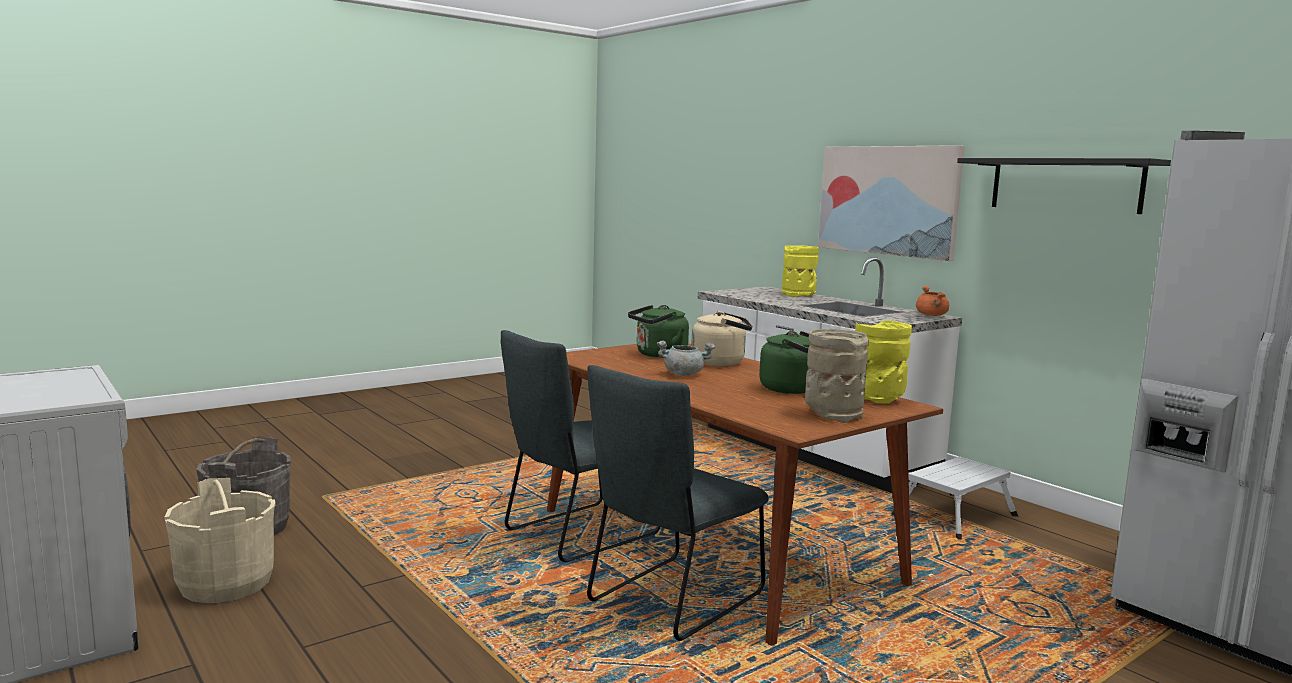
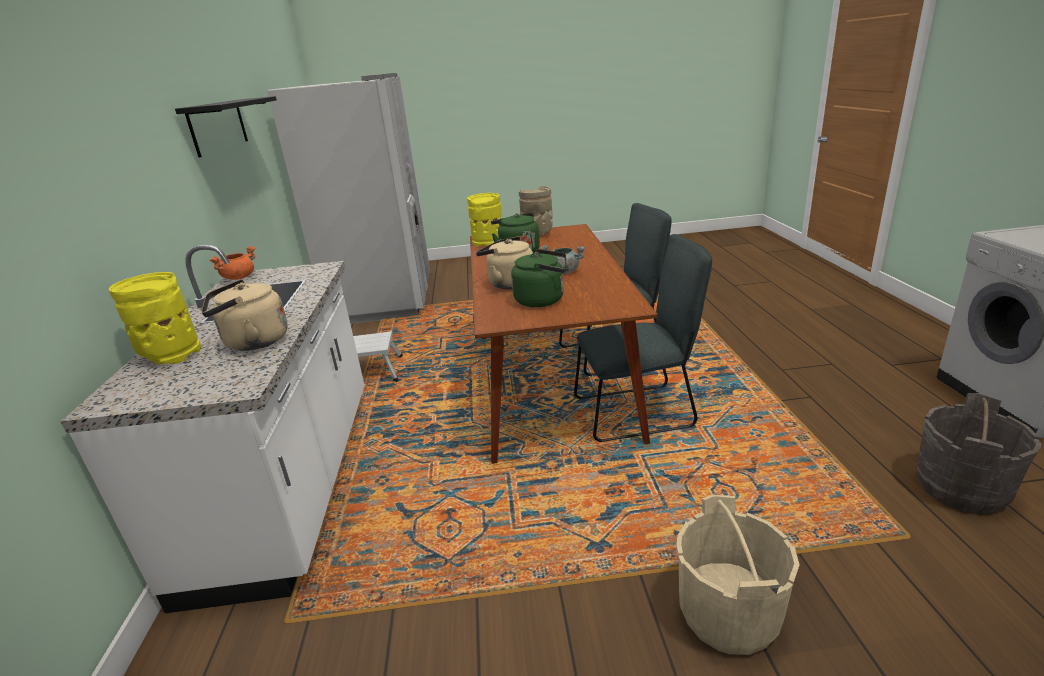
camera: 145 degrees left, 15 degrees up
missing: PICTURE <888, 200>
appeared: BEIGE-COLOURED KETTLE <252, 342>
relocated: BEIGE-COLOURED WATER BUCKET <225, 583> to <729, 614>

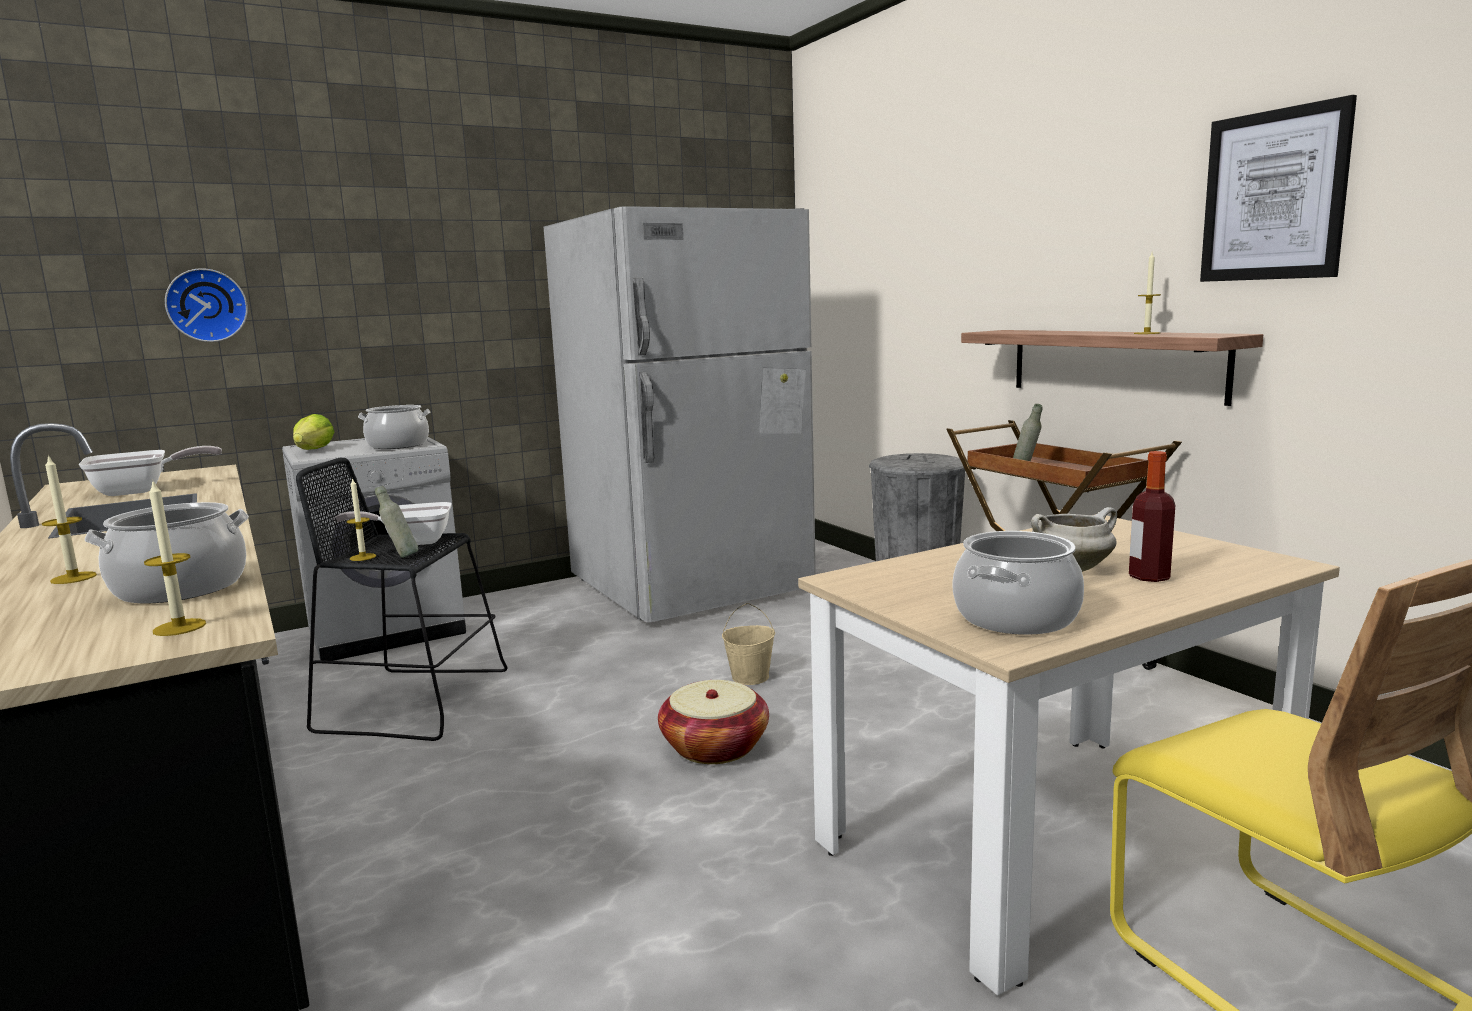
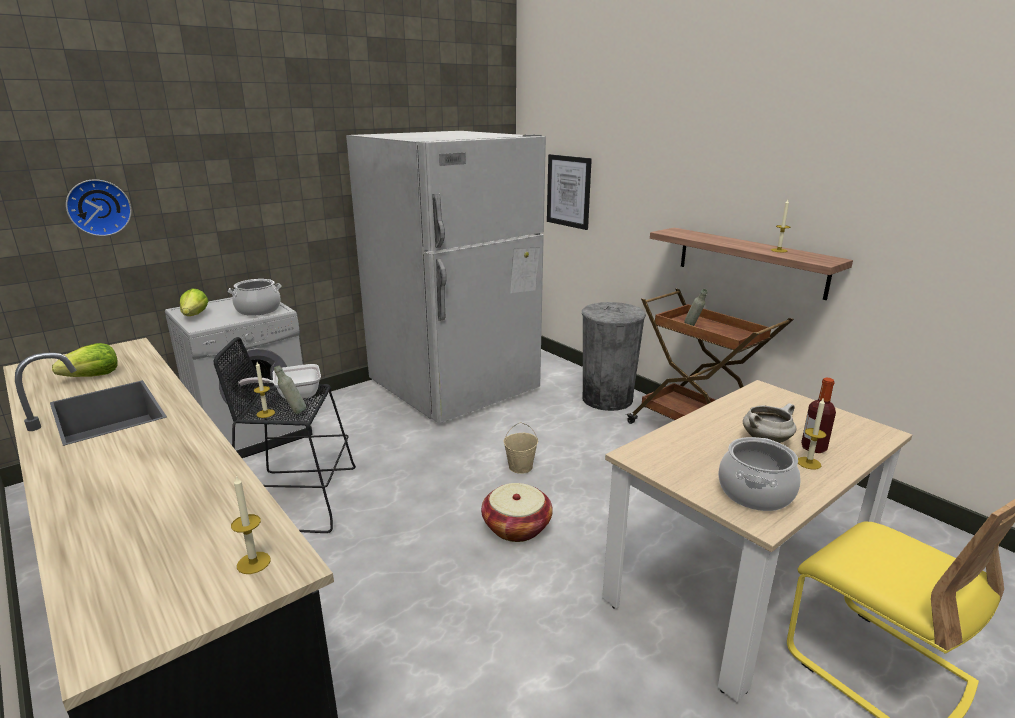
camera: 10 degrees left, 10 degrees up
missing: COOKING POT <181, 588>
relocated: CANDLE <73, 578> to <808, 463>; PICTURE <1274, 196> to <569, 191>
exchanged: FRYING PAN <141, 491> to LETTUCE <93, 376>

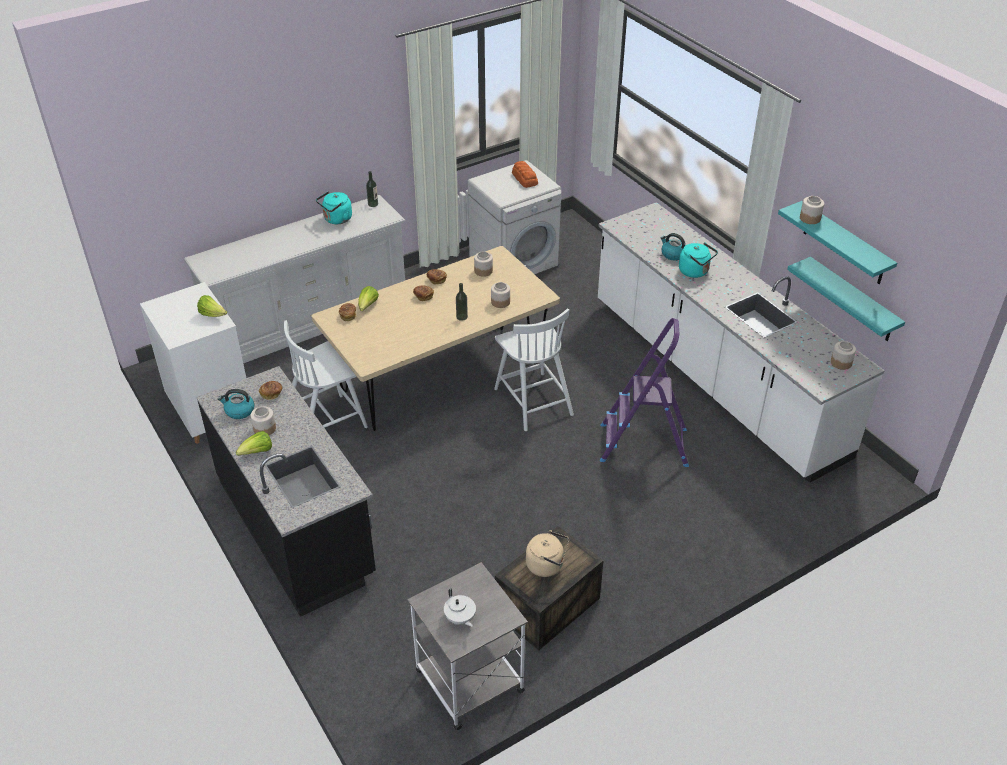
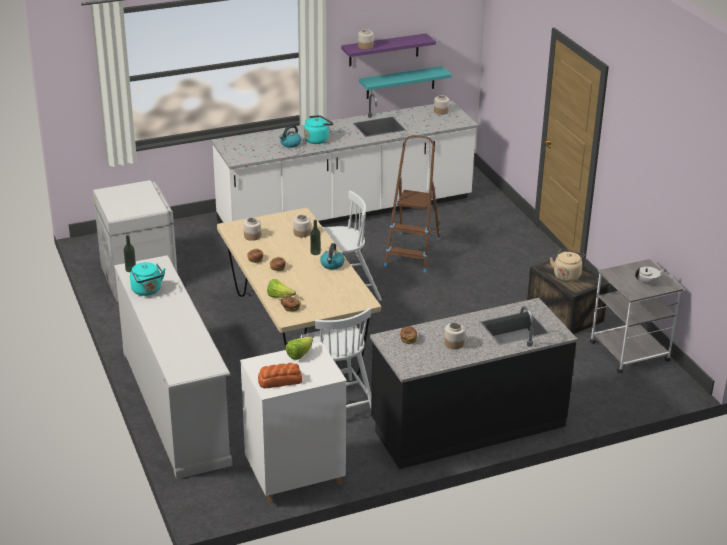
camera: 80 degrees left, 10 degrees down
missing: LETTUCE <257, 452>
relocated: KETTLE <239, 411> to <332, 265>; BAKED BREAD <524, 178> to <279, 380>
colour: PURPLE-COLOURED STEP STOOL <642, 445> to BROWN STEP STOOL <412, 252>; TURQUOISE-COLOURED WALL SHELF <844, 244> to PURPLE-COLOURED WALL SHELF <384, 50>

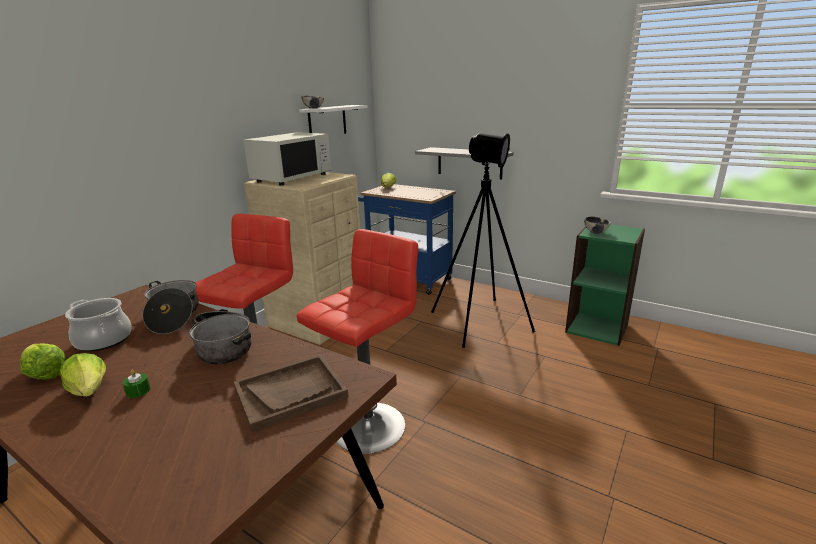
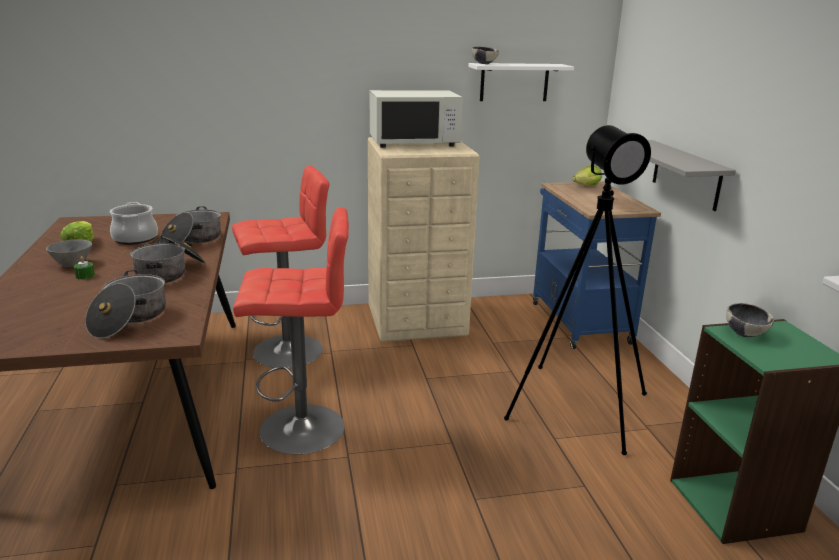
camera: 45 degrees right, 0 degrees up
exchanged: LETTUCE <89, 390> to GREYISH DEEP DISH <74, 263>; BROWN SERVING TRAY <291, 393> to COOKING POT <129, 318>

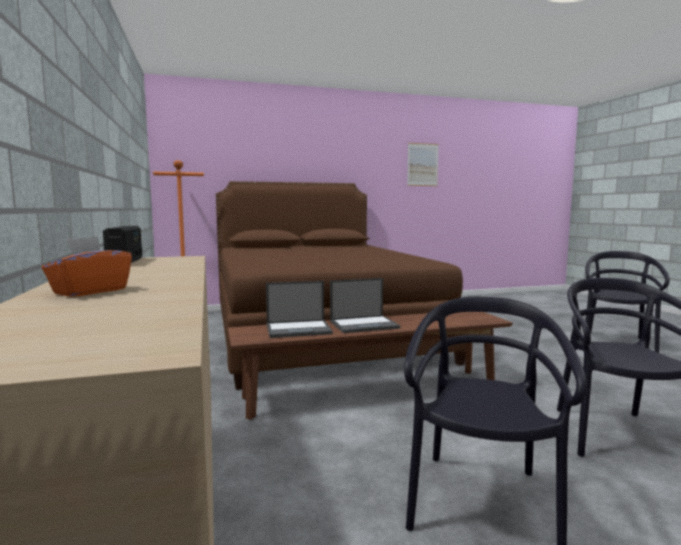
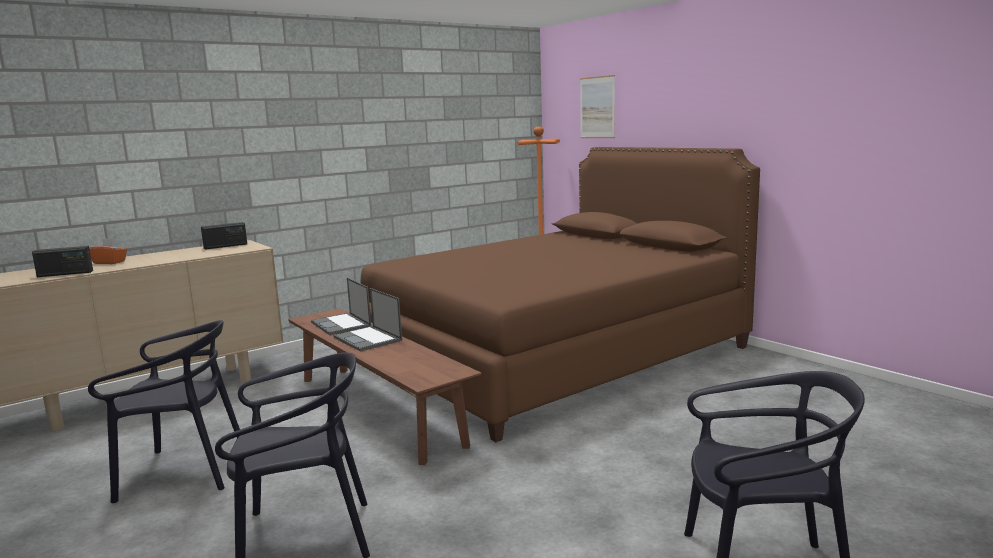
camera: 70 degrees right, 5 degrees up
appeared: RADIO SET <65, 274>
relocated: PICTURE <422, 164> to <597, 107>

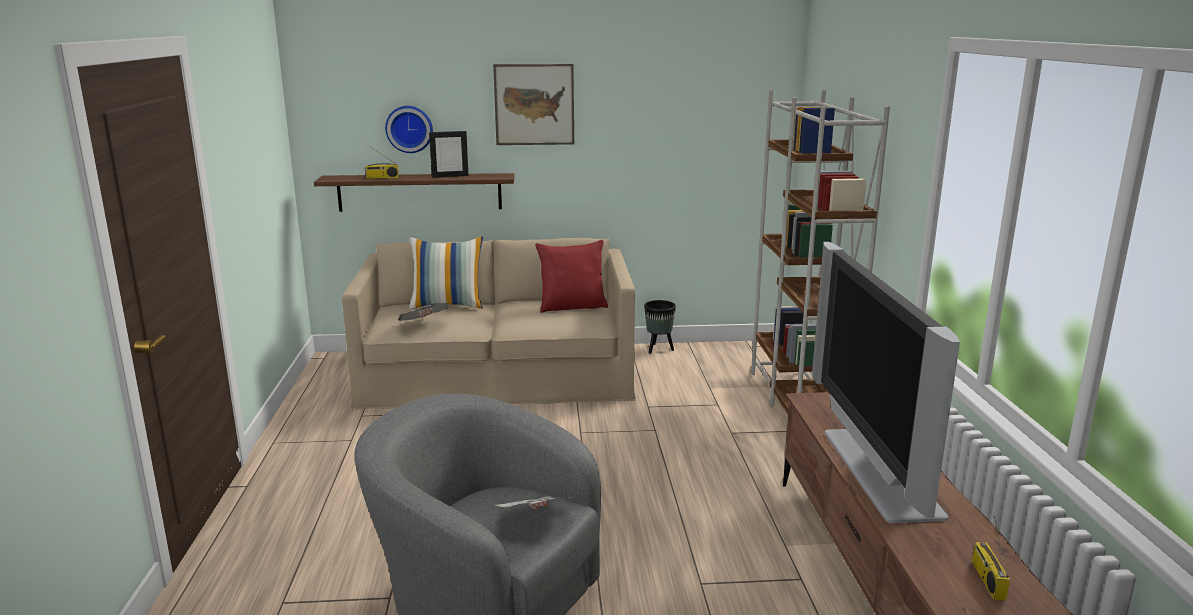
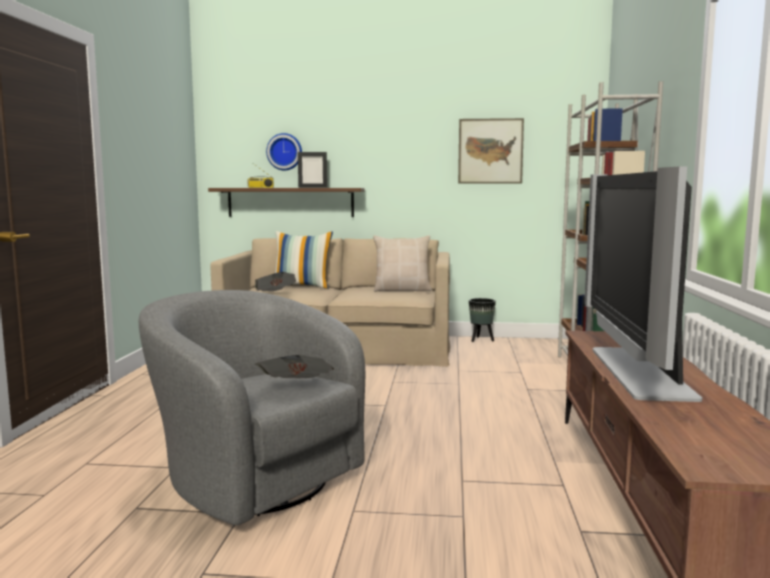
camera: 10 degrees right, 10 degrees down
missing: RADIO SET <986, 579>
relocated: PICTURE <534, 104> to <490, 151>
colour: REDDISH THROW PILLOW <572, 306> to BEIGE-COLOURED THROW PILLOW <402, 290>

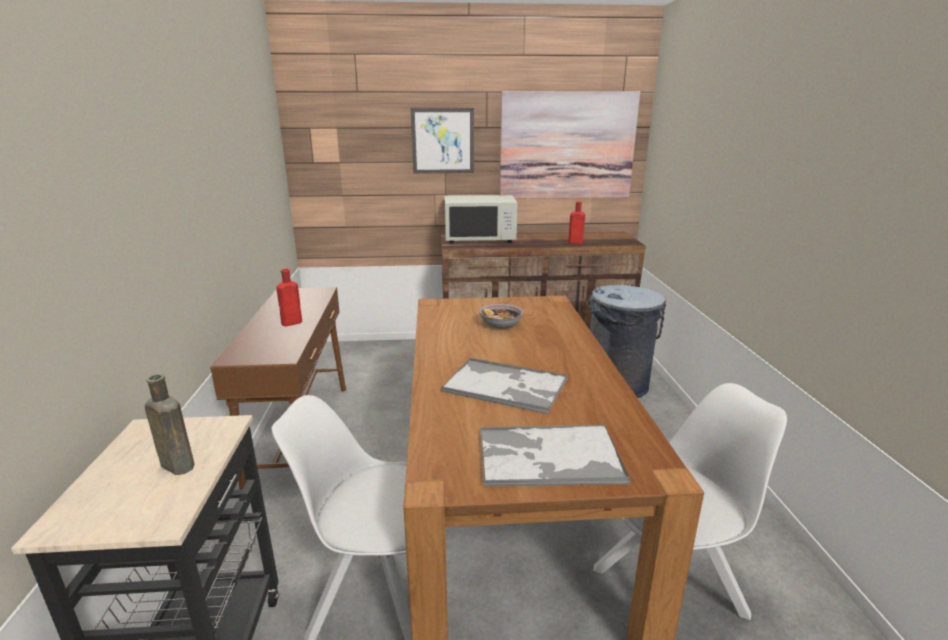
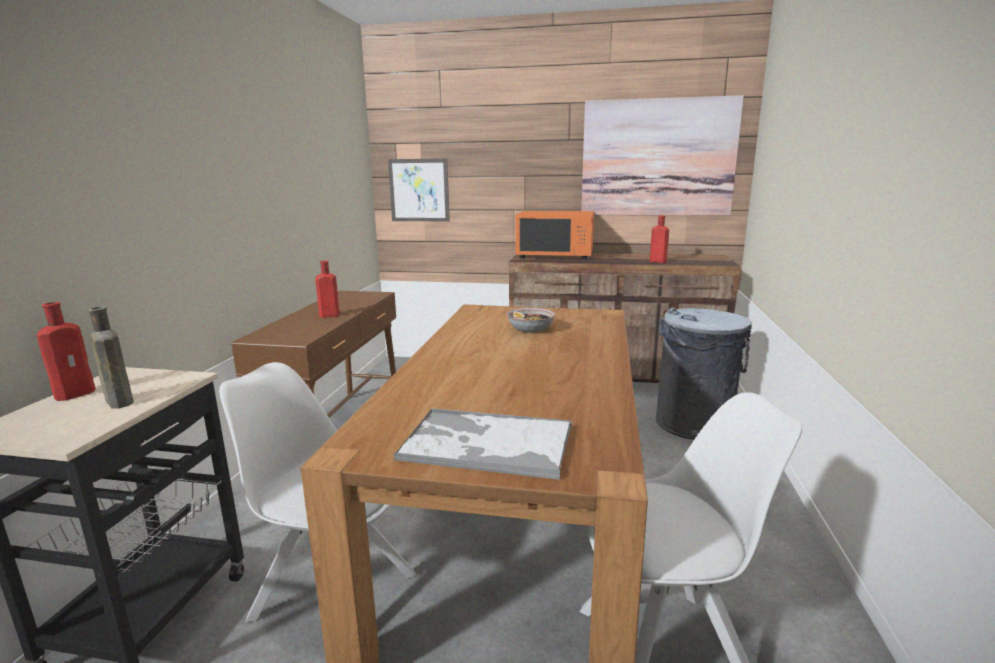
camera: 15 degrees right, 5 degrees down
missing: SERVING TRAY <506, 386>
appeared: REDDISH BOTTLE <78, 393>
relocated: PICTURE <442, 141> to <419, 190>
colour: WHITE-COLOURED MICROWAVE OVEN <480, 239> to ORANGE MICROWAVE OVEN <555, 255>

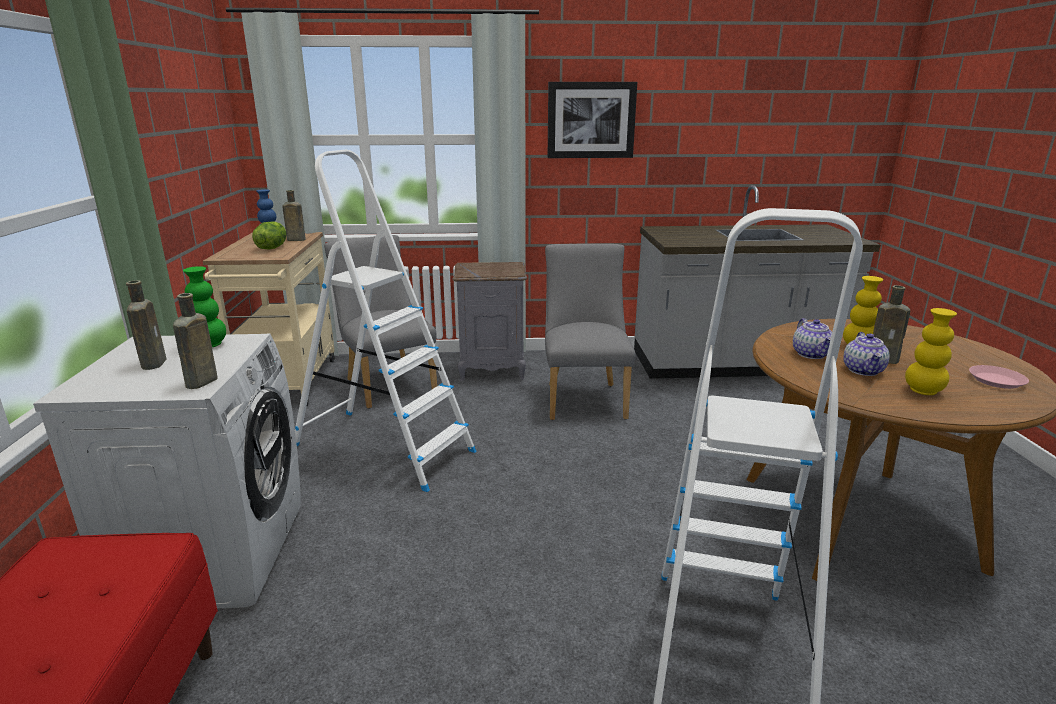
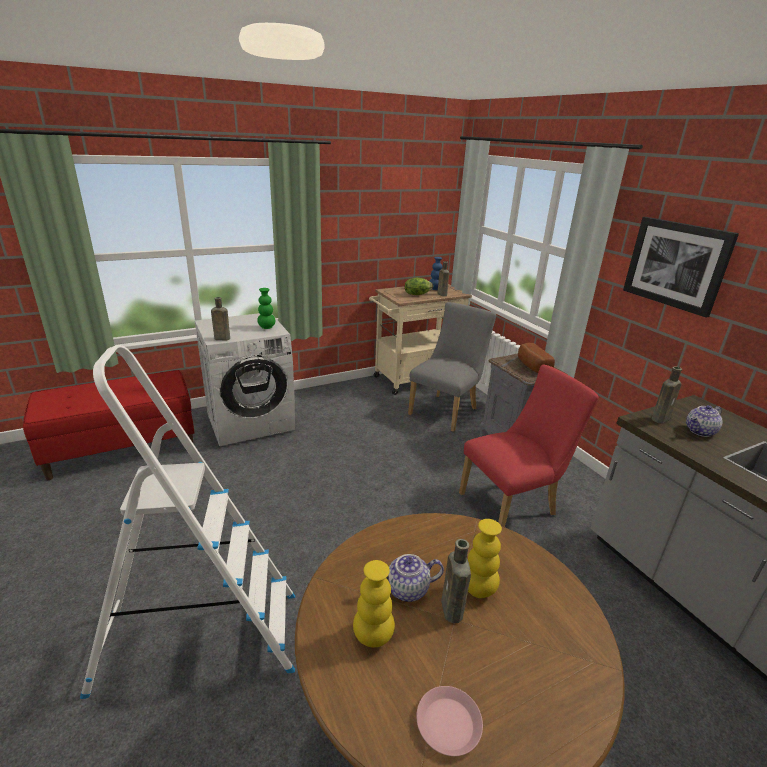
camera: 65 degrees right, 5 degrees up
missing: WHITE-COLOURED STEP STOOL <384, 448>
appeared: BAKED BREAD <531, 366>
relocated: BROWN BOTTLE <154, 363> to <661, 418>; POT FOR TEA <811, 354> to <700, 431>
colour: GREYISH UPRIGHT CHAIR <584, 398> to REDDISH UPRIGHT CHAIR <513, 503>

